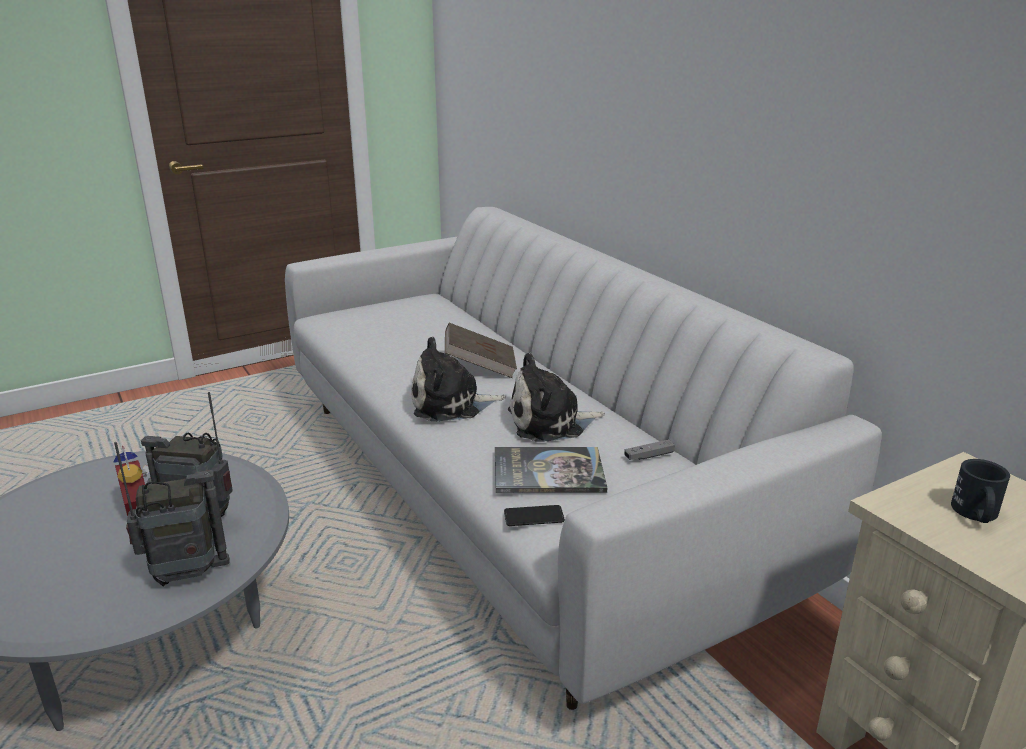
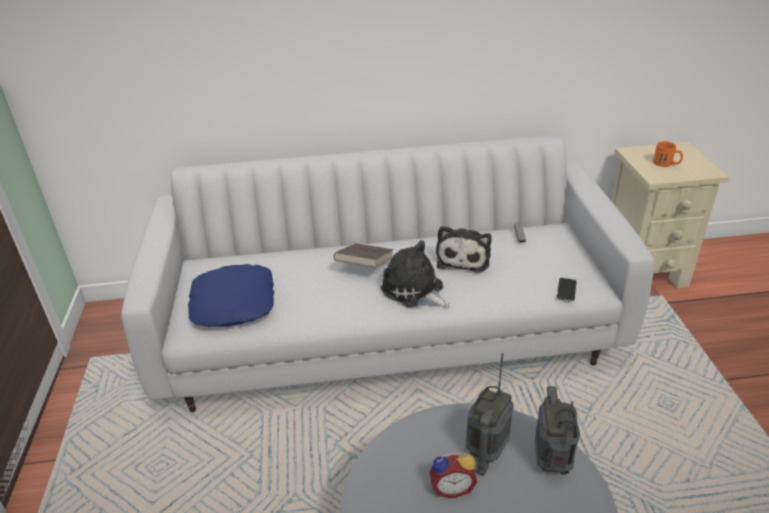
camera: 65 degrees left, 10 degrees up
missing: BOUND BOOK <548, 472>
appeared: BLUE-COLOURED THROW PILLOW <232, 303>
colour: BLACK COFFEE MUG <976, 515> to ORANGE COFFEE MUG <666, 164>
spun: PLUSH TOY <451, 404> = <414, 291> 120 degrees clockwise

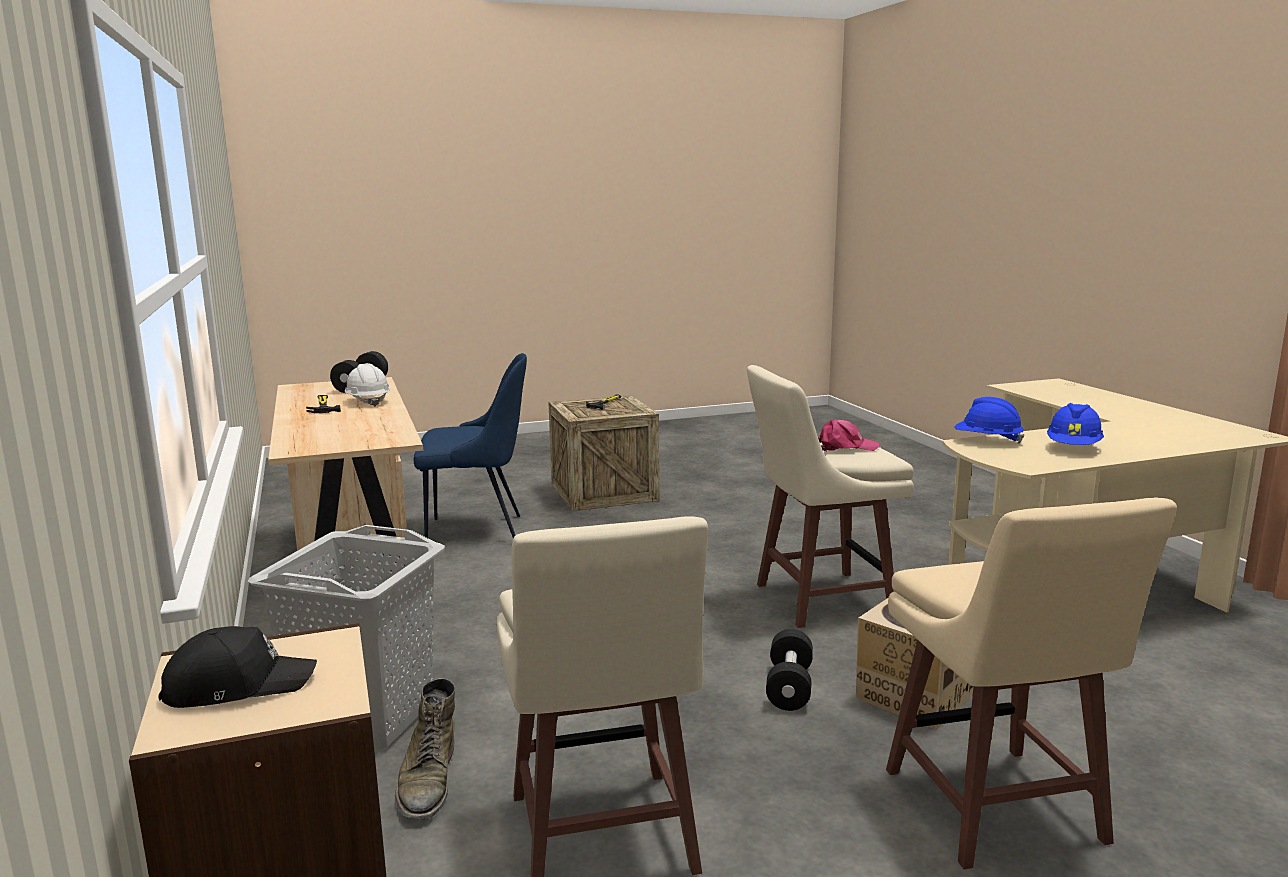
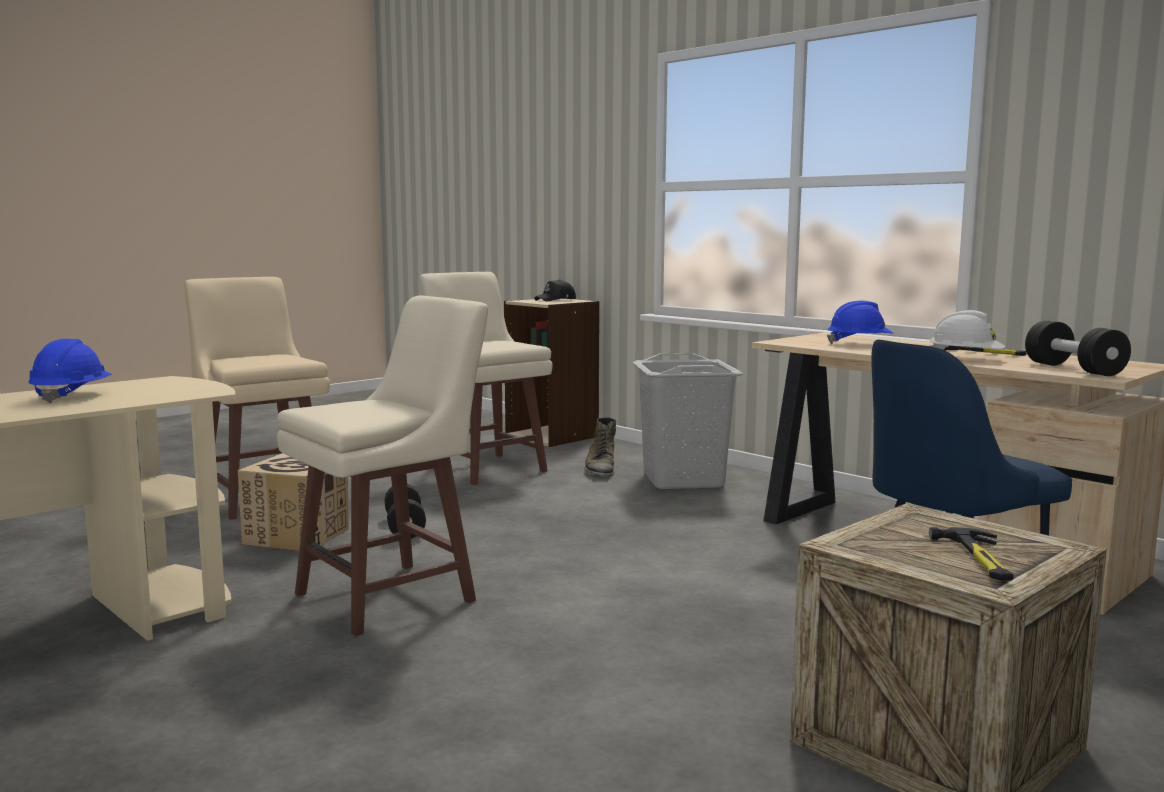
camera: 155 degrees right, 5 degrees down
missing: PINK-COLOURED PEAKED CAP <845, 447>
relocated: BLUE-COLOURED WORK HELMET <987, 441> to <859, 344>
spun: GREEN-COLOURED HIGH-TOP BOOT <428, 781> = <600, 470> 150 degrees counterclockwise

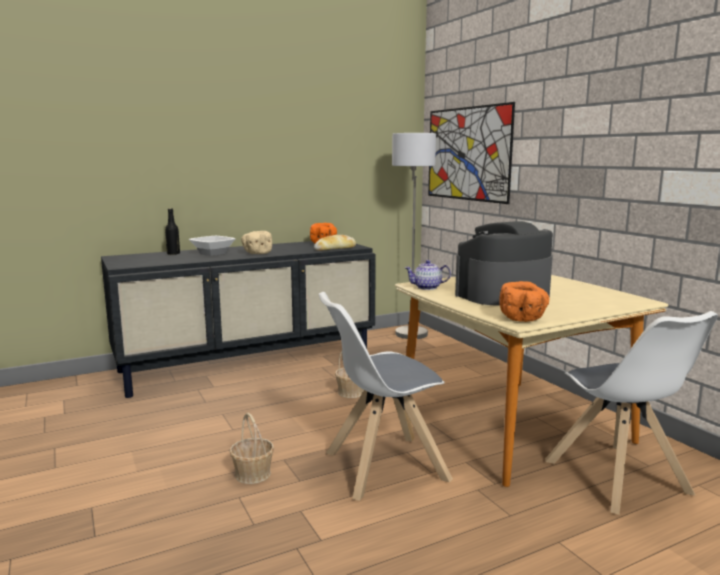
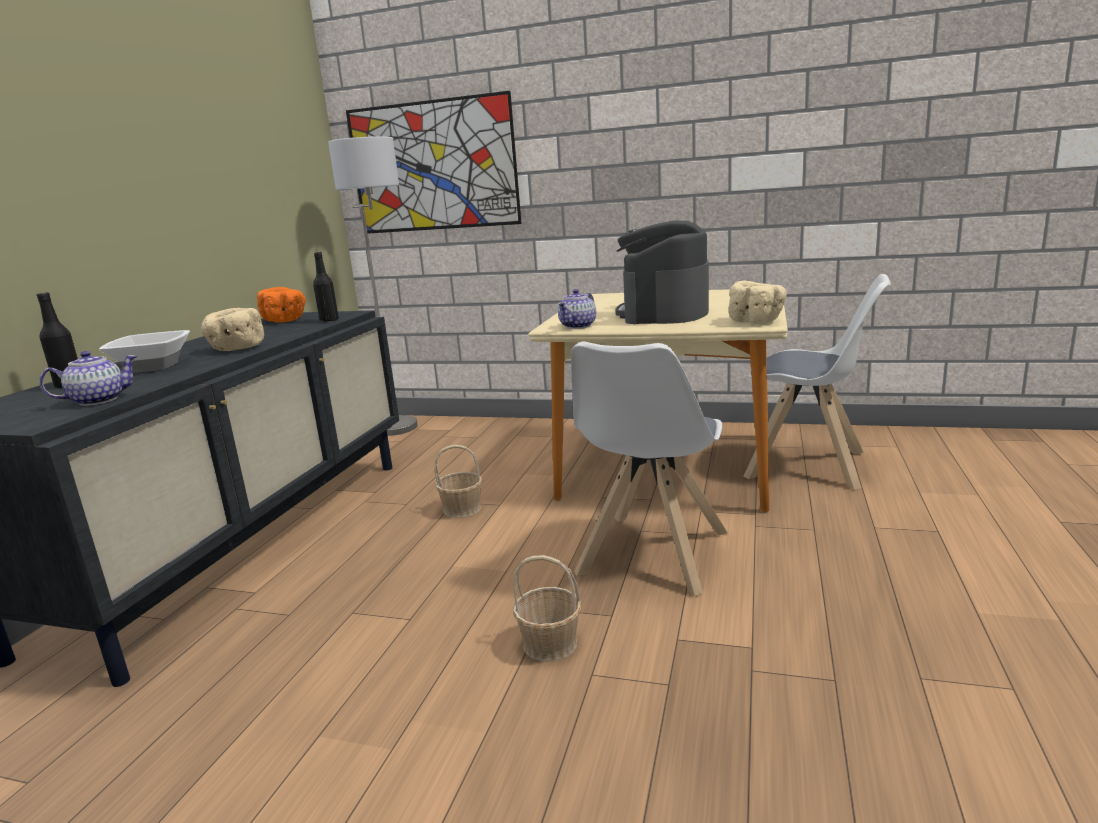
camera: 45 degrees left, 5 degrees up
appeared: POT FOR TEA <98, 400>
exchanged: BAKED BREAD <335, 248> to BLACK BOTTLE <329, 320>
colour: ORANGE DEEP DISH <522, 318> to BEIGE-COLOURED DEEP DISH <756, 321>

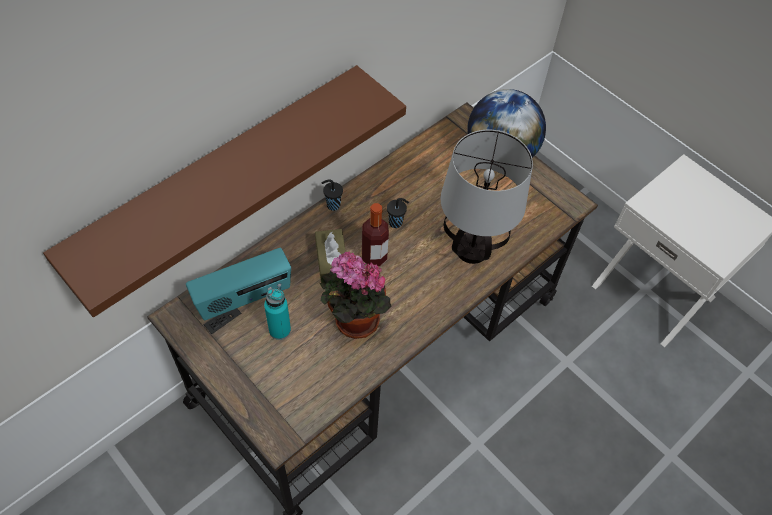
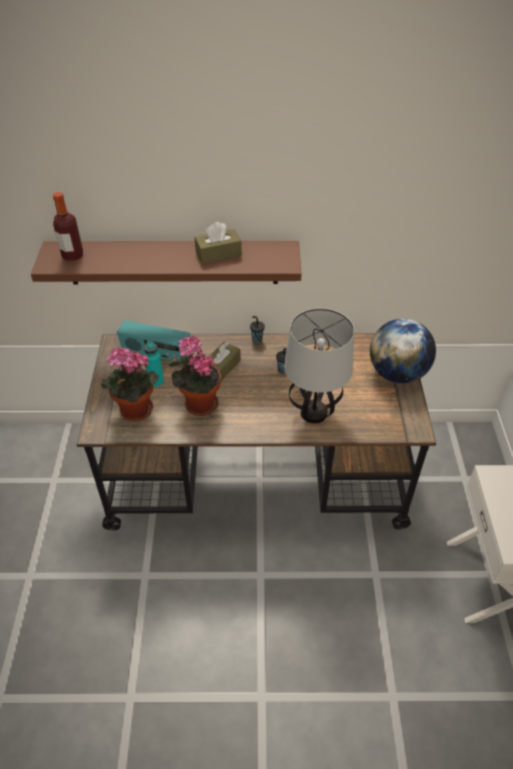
camera: 45 degrees right, 10 degrees down
appeared: HOUSEPLANT <134, 412>; BROWN TISSUE BOX <218, 254>
relocated: BOTTLE <374, 257> to <73, 256>

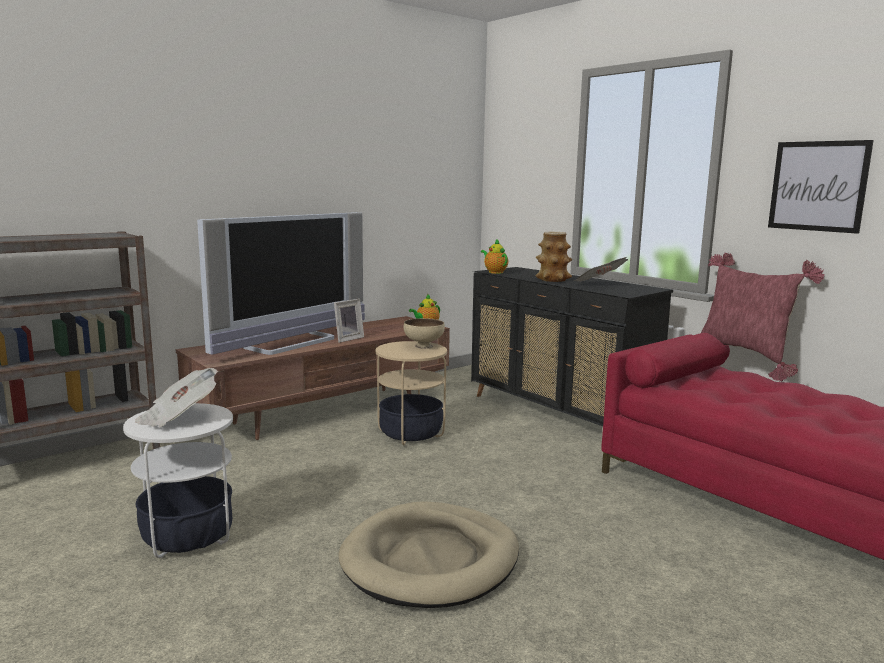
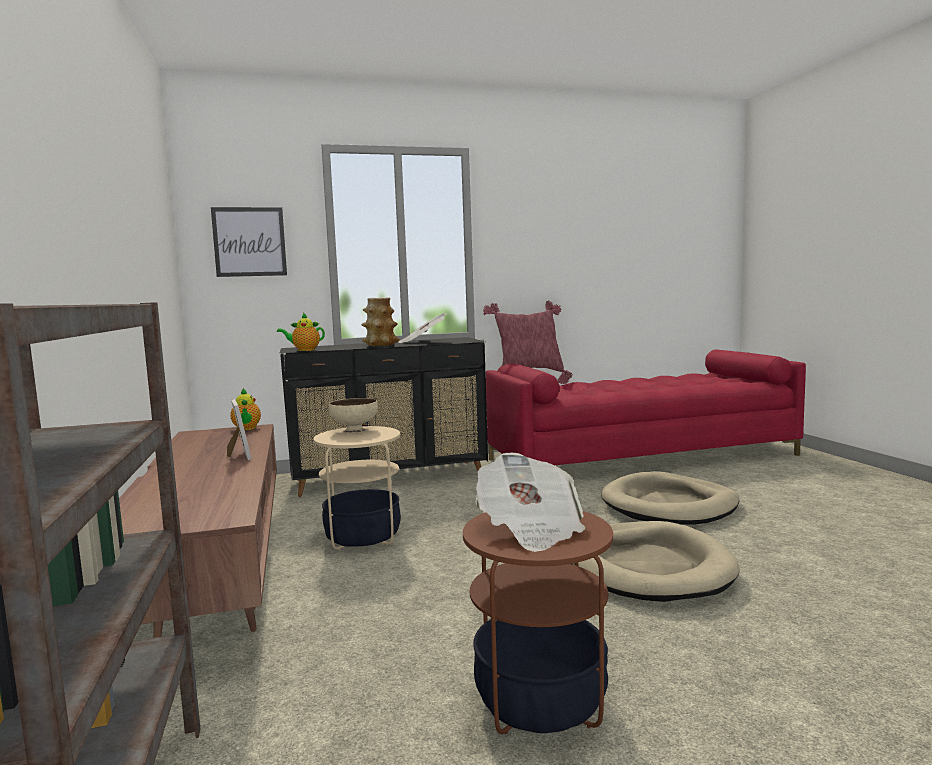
camera: 65 degrees left, 5 degrees down
missing: TELEVISION <293, 343>
appeared: BEIGE-COLOURED PET BED <669, 505>
relocated: PICTURE <818, 186> to <249, 242>
colour: WHITE-COLOURED END TABLE <188, 537> to BROWN END TABLE <539, 703>

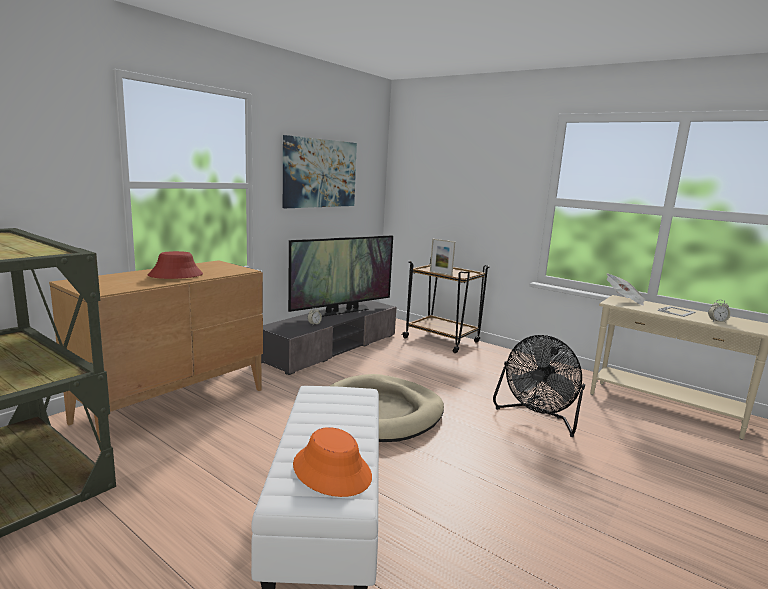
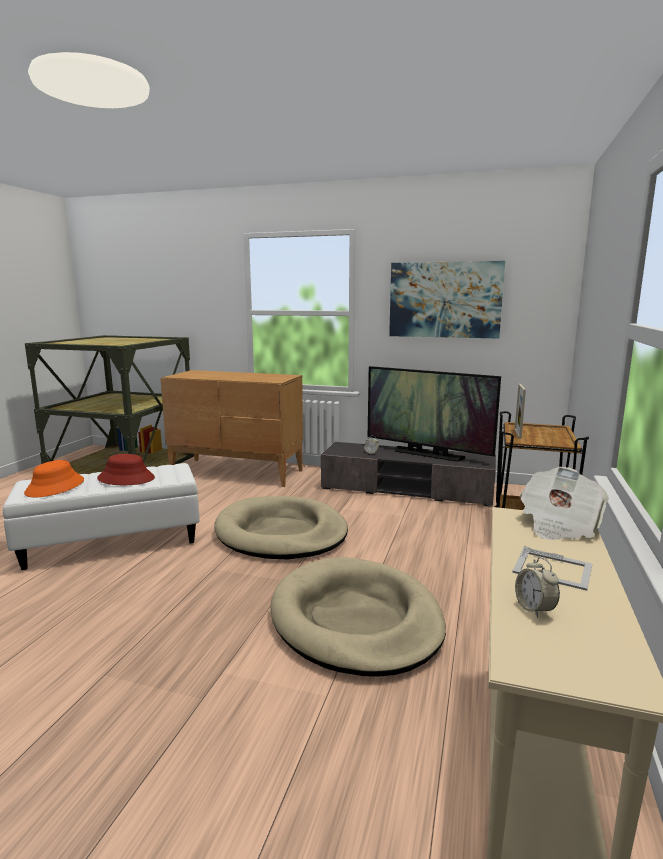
camera: 70 degrees right, 0 degrees up
relocated: REDDISH CLOTHING HAT <176, 275> to <126, 478>
exchanged: BLACK COOLING FAN <536, 415> to BEIGE-COLOURED PET BED <356, 620>

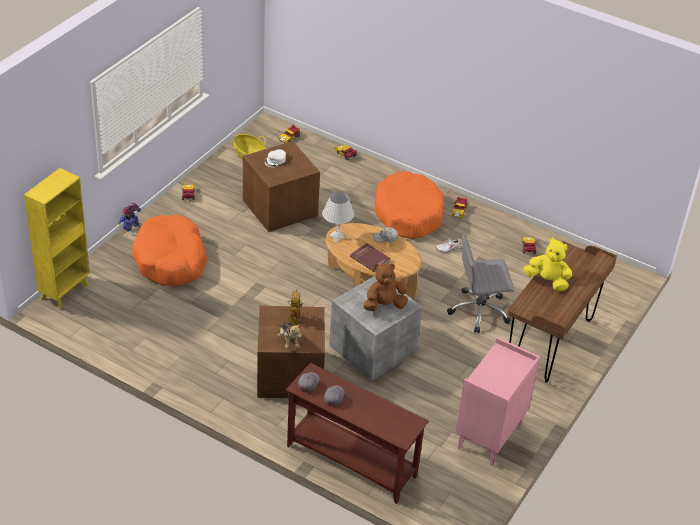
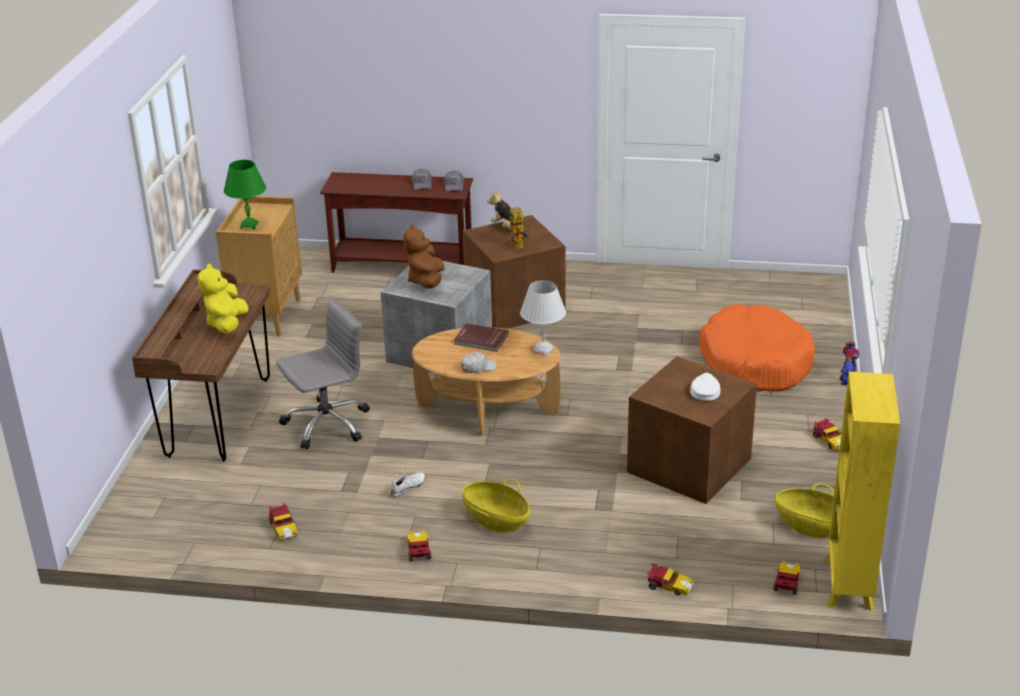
camera: 160 degrees right, 10 degrees down
appeared: GREEN-COLOURED TABLETOP LAMP <249, 225>
relocated: YELLOWISH SHELVING UNIT <66, 291> to <848, 585>
exchanged: ORANGE PET BED <408, 214> to STORAGE BASKET <496, 519>
colour: PINK-COLOURED CUPBOARD <489, 437> to BROWN CUPBOARD <268, 316>
spun: BROWN PLUSH TOY <384, 305> = <426, 281> 135 degrees clockwise; YELLOWISH PLUSH TOY <547, 281> = <227, 324> 90 degrees clockwise

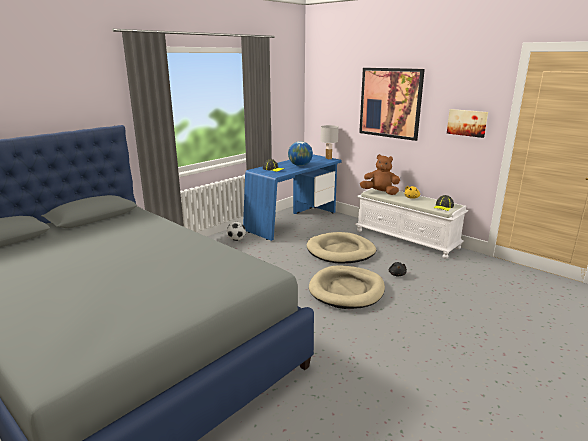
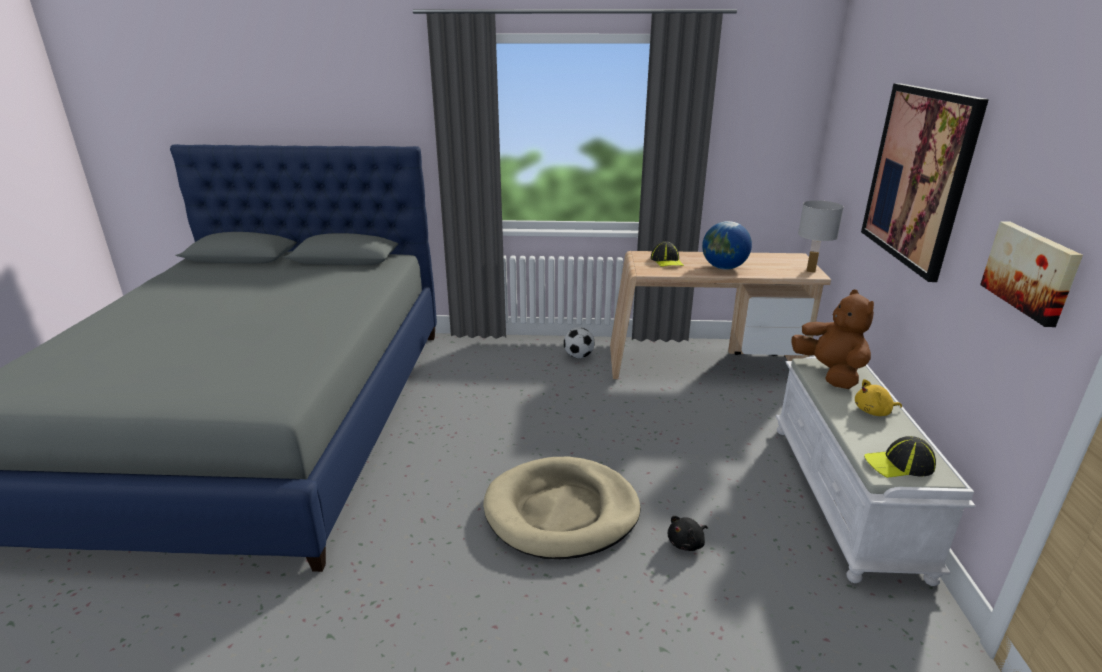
camera: 50 degrees right, 5 degrees up
missing: BEIGE-COLOURED PET BED <341, 251>
colour: BLUE-COLOURED DESK <293, 222> to BEIGE-COLOURED DESK <704, 365>

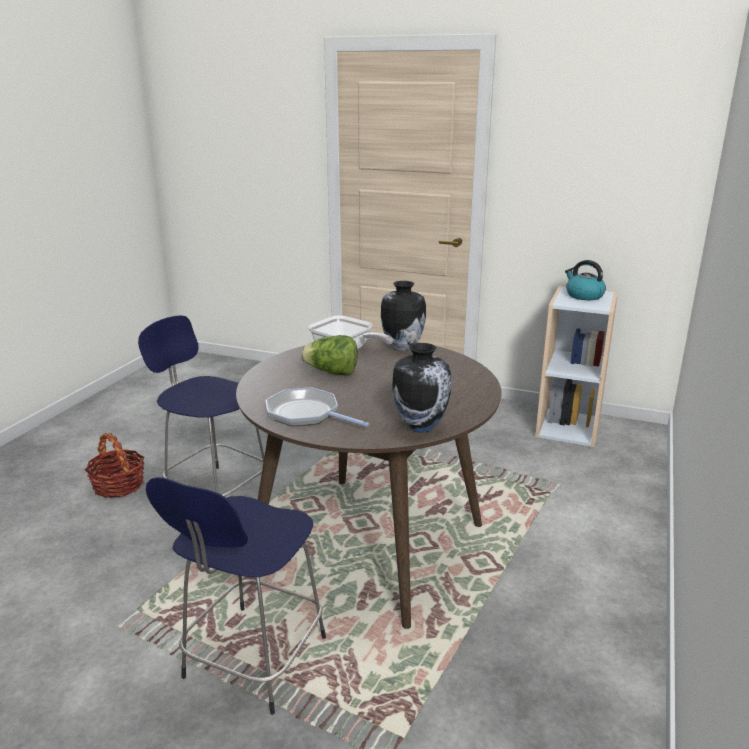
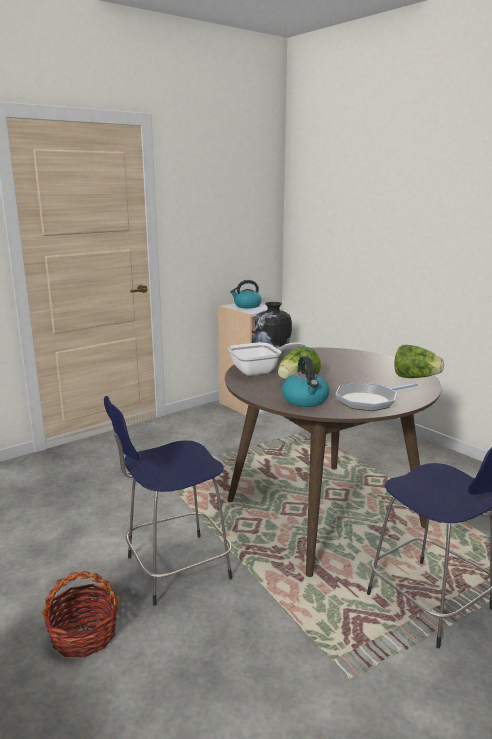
camera: 60 degrees left, 5 degrees down
appeared: KETTLE <305, 400>
exchanged: FLOWER VASE <421, 426> to LETTUCE <415, 378>

